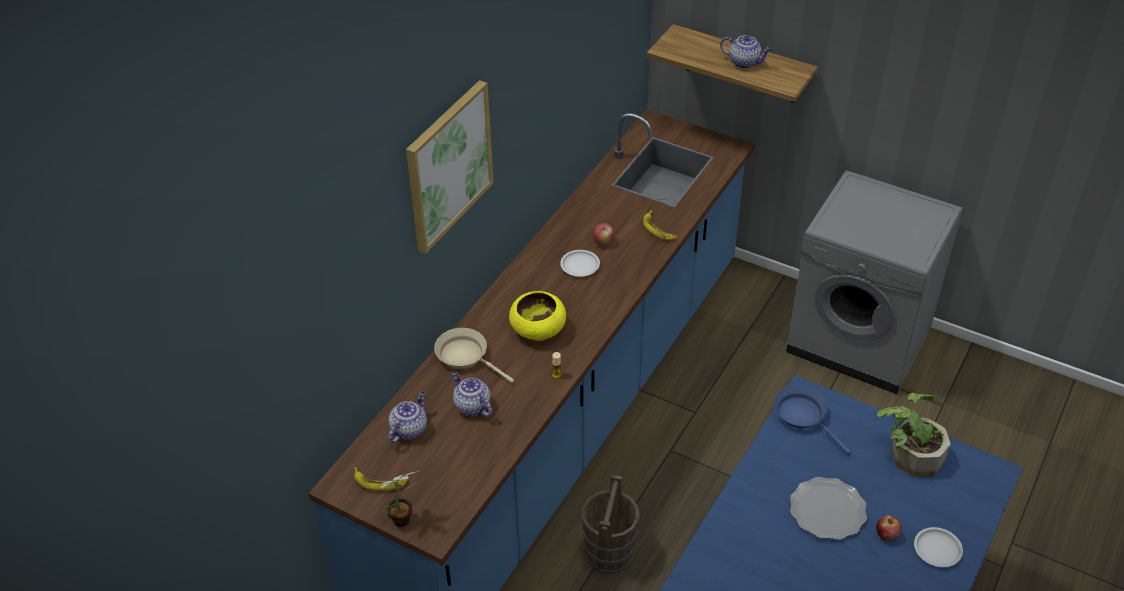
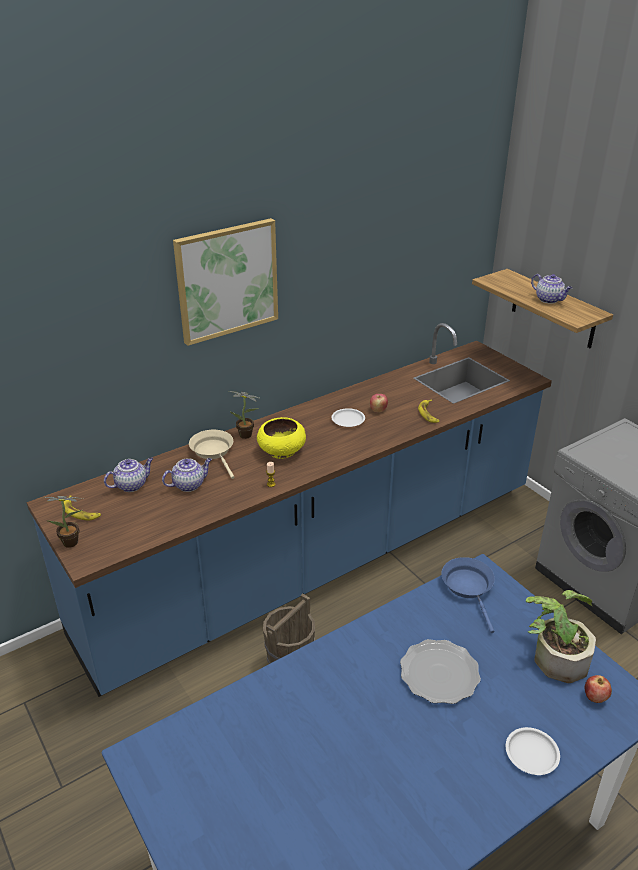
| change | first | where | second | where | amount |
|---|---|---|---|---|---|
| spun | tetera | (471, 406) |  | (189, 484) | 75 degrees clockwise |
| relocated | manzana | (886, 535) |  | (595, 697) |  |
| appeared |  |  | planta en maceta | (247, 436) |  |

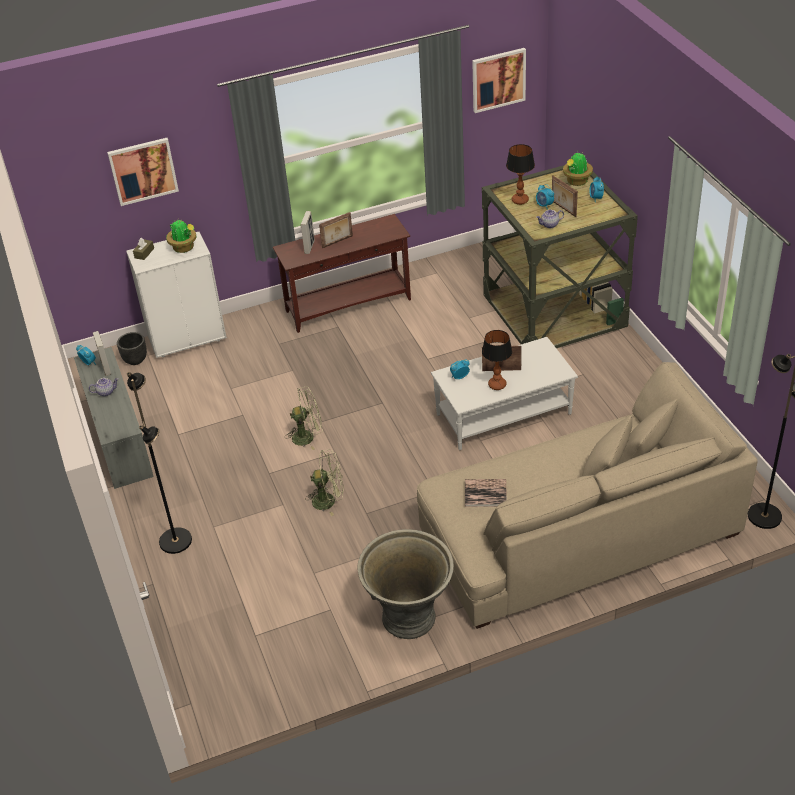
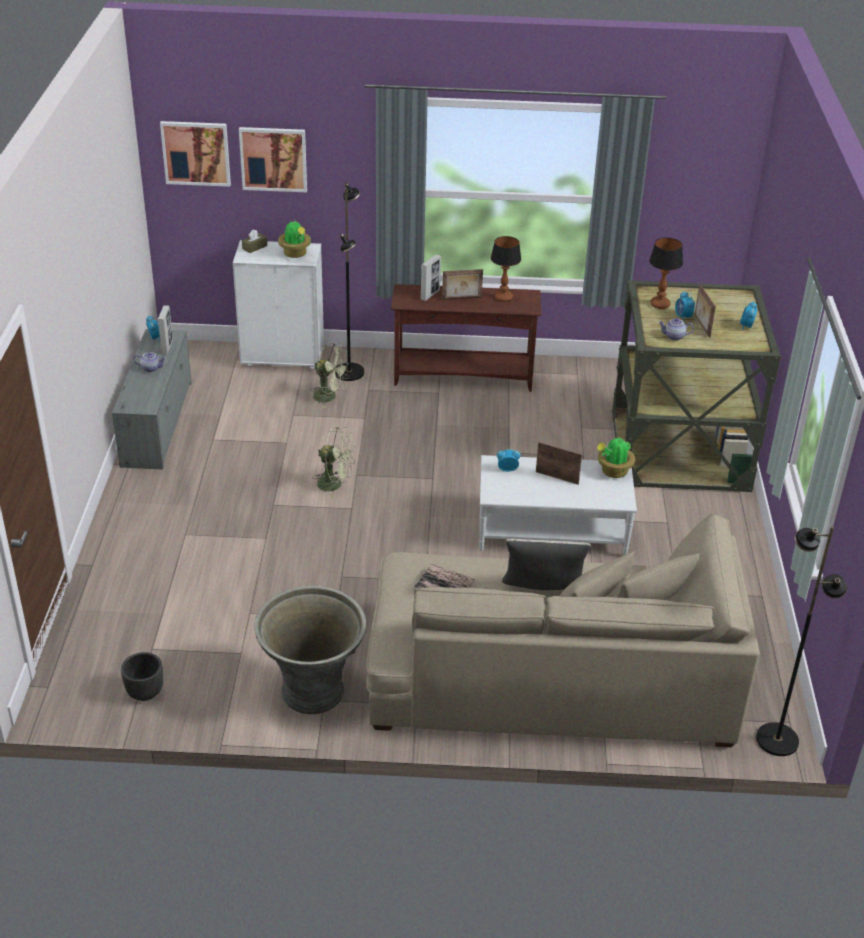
| change | first | where | second | where | amount |
|---|---|---|---|---|---|
| relocated | maceta [negro] | (135, 360) |  | (144, 692) |  |
| relocated | lámpara de pie [negro] | (176, 541) |  | (349, 372) |  |
| relocated | ventilador [verde] | (329, 500) |  | (330, 397) |  |
| relocated | cuadro | (498, 79) |  | (196, 153) |  |
| relocated | lámpara de mesa | (497, 385) |  | (503, 298) |  |
| relocated | planta en maceta | (576, 181) |  | (613, 472) |  |
| appeared |  |  | cojín [beis] | (542, 591) |  |

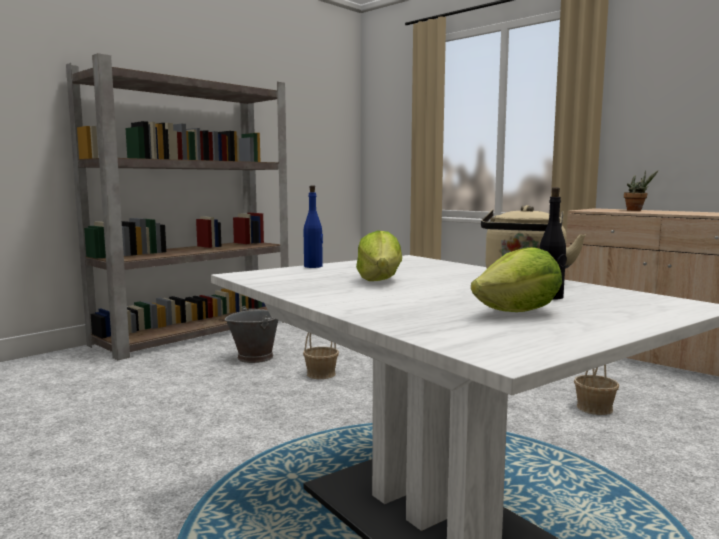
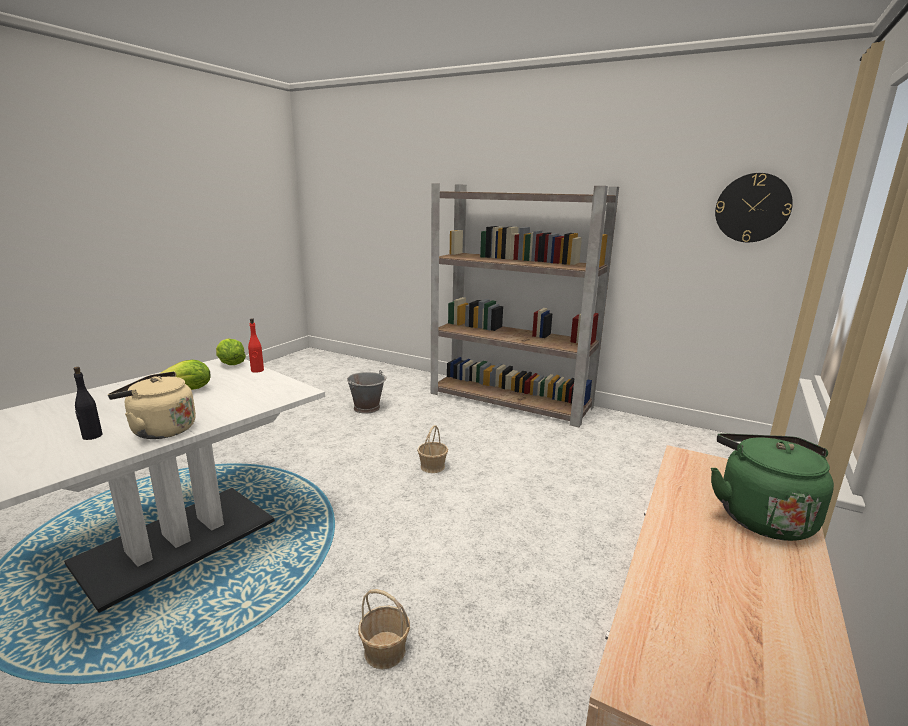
| change | first | where | second | where | amount |
|---|---|---|---|---|---|
| relocated | cubo [gris] | (255, 357) |  | (367, 408) |  |
| colour | botella [azul] | (313, 266) | botella [rojo] | (257, 370) |  |
| relocated | lechuga | (518, 312) |  | (230, 364) |  |
| exchanged | planta en maceta | (636, 210) | hervidor [verde] | (760, 515) |  |
| appeared |  |  | reloj de pared | (752, 208) |  |

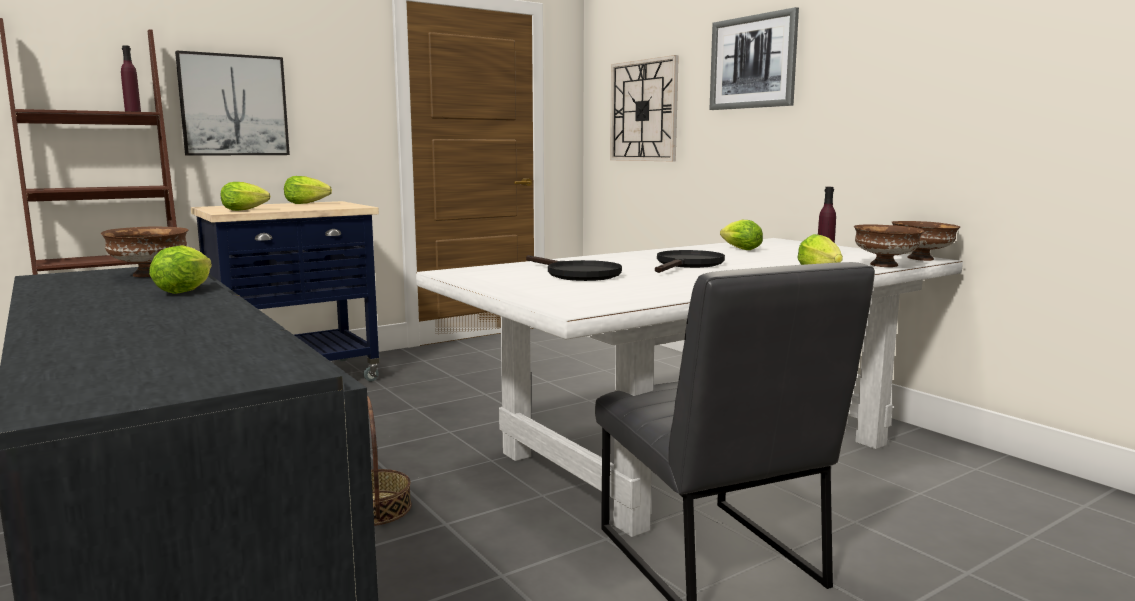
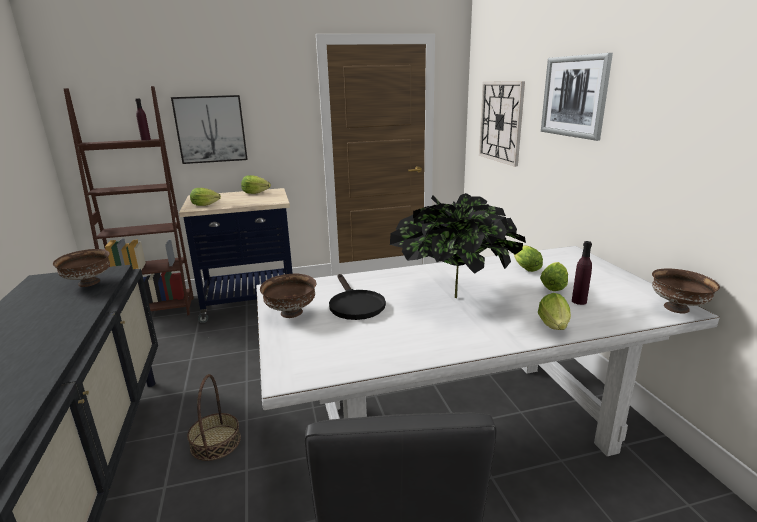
| change | first | where | second | where | amount |
|---|---|---|---|---|---|
| relocated | lechuga | (187, 290) |  | (554, 286) |  |
| exchanged | sartén [negro] | (687, 265) | planta en maceta | (453, 296) |  |
| relocated | cuenco [marrón] | (885, 265) |  | (291, 313) |  |

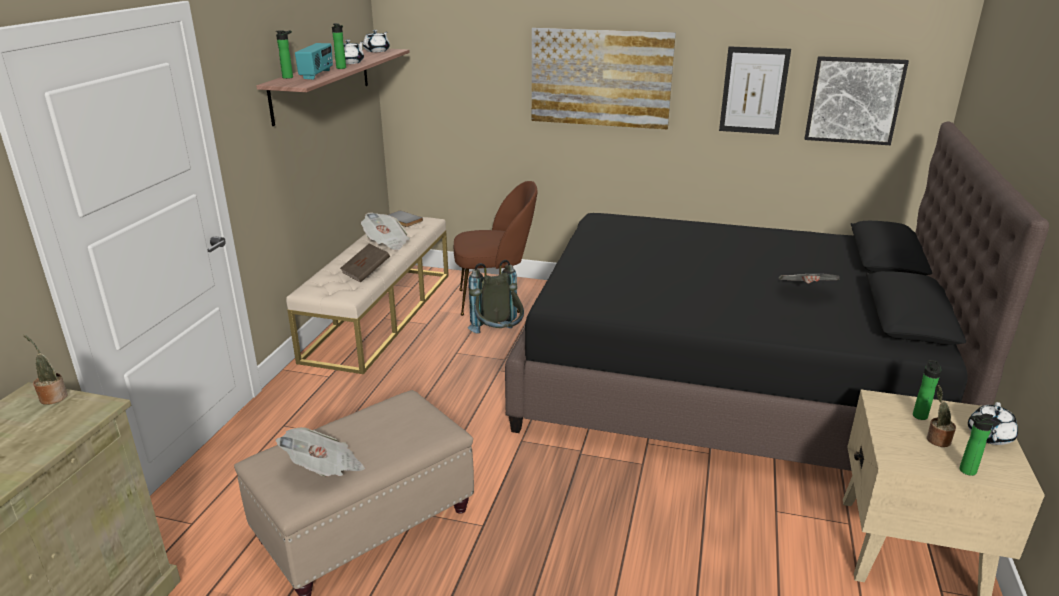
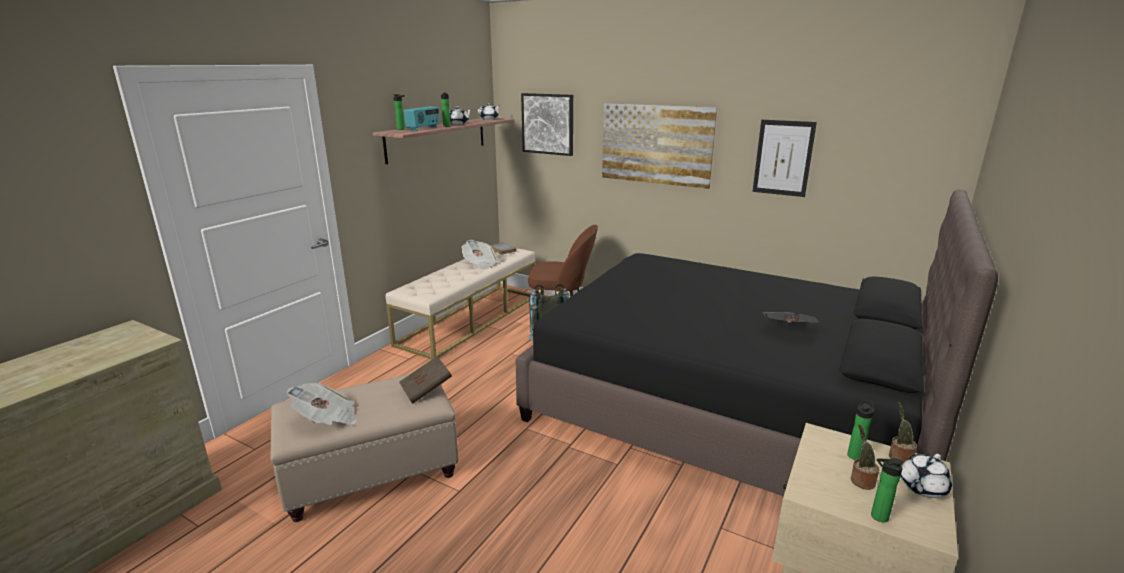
| change | first | where | second | where | amount |
|---|---|---|---|---|---|
| relocated | planta en maceta | (52, 397) |  | (898, 457) |  |
| relocated | libro [marrón] | (366, 272) |  | (426, 390) |  |
| relocated | cuadro | (854, 100) |  | (548, 124) |  |

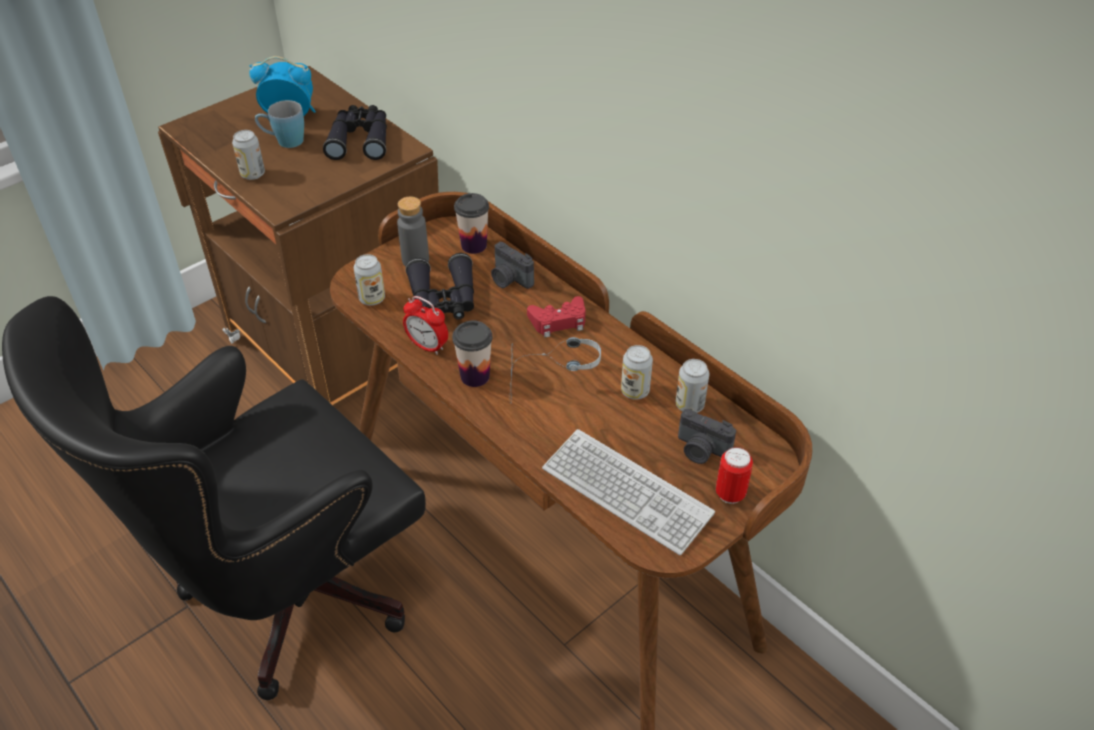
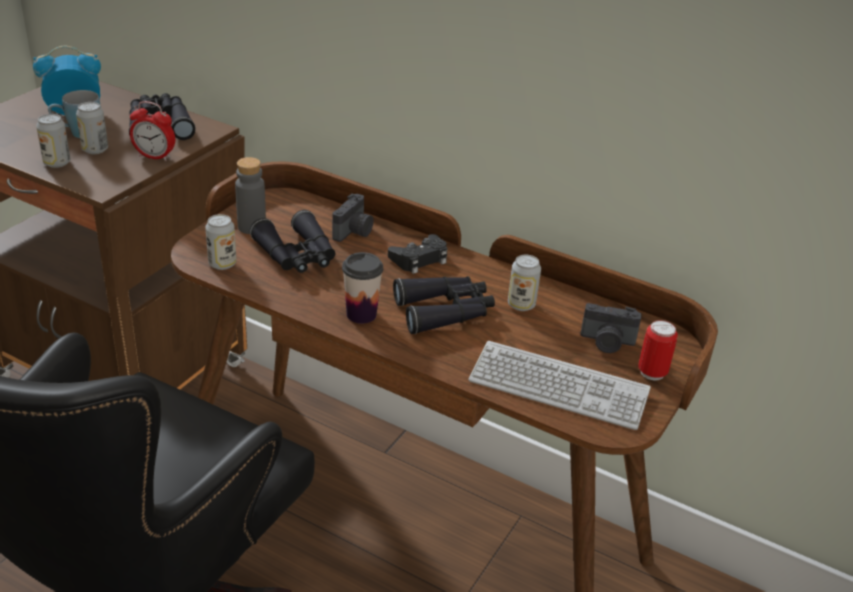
| change | first | where | second | where | amount |
|---|---|---|---|---|---|
| relocated | despertador | (427, 346) |  | (155, 157) |  |
| missing | taza | (474, 245) |  |  |  |
| spun | cámara | (509, 279) |  | (354, 232) | 90 degrees counterclockwise |
| exchanged | auriculares | (555, 386) | prismáticos [negro] | (445, 312) |  |
| colour | mando de consola [rojo] | (558, 321) | mando de consola [negro] | (419, 259) |  |
| relocated | lata | (689, 405) |  | (95, 150) |  |

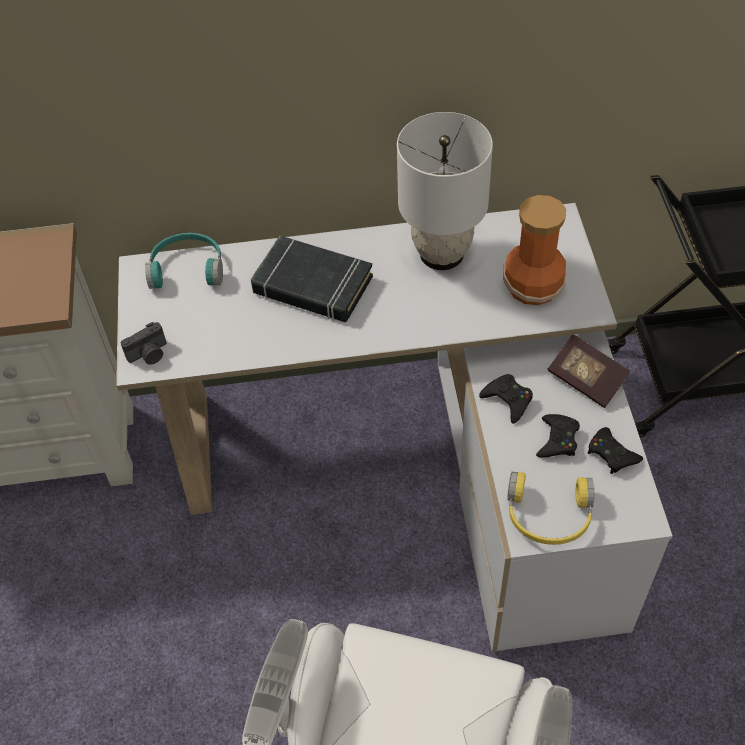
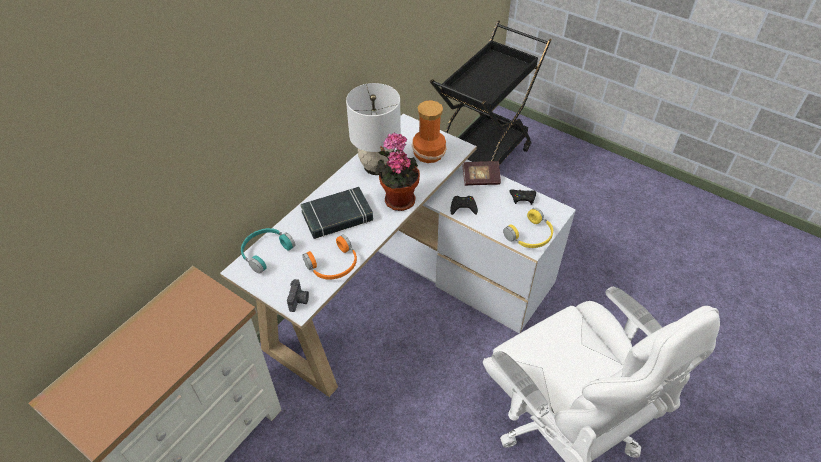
| change | first | where | second | where | amount |
|---|---|---|---|---|---|
| missing | mando de consola [negro] | (557, 440) |  |  |  |
| appeared |  |  | auriculares [naranja] | (334, 265) |  |
| appeared |  |  | planta en maceta | (398, 199) |  |

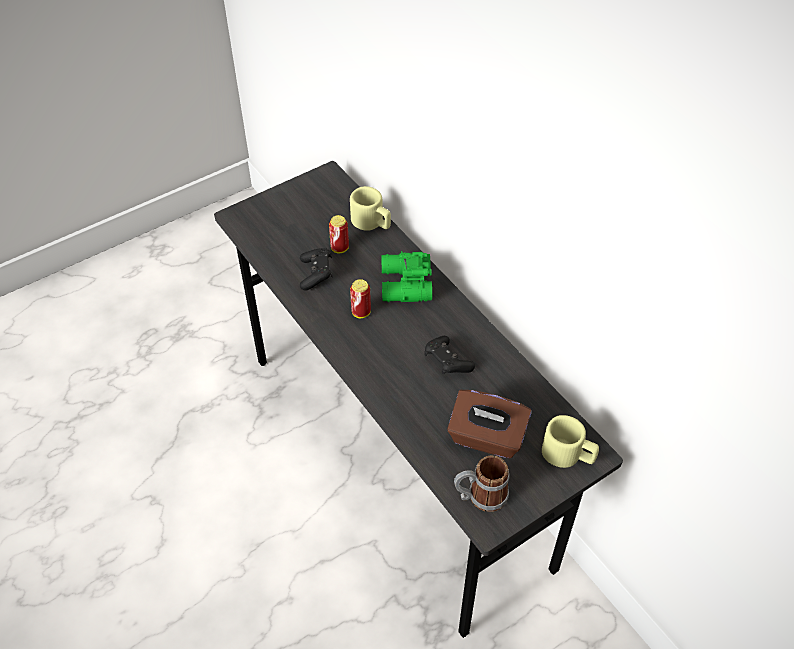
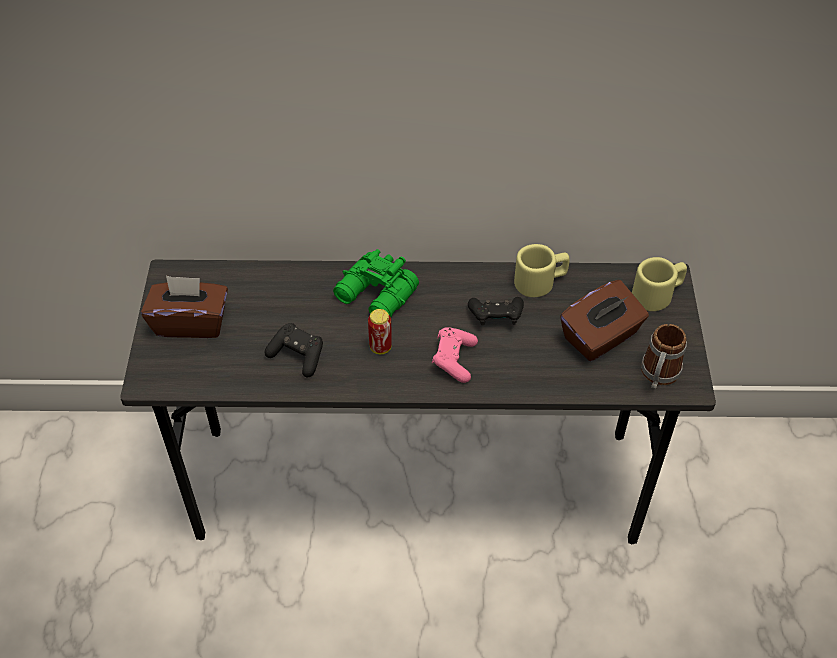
| change | first | where | second | where | amount |
|---|---|---|---|---|---|
| missing | lata | (339, 248) |  |  |  |
| relocated | taza grande [beis] | (372, 222) |  | (540, 281) |  |
| appeared |  |  | caja de pañuelos [marrón] | (191, 322) |  |
| appeared |  |  | mando de consola [rosa] | (454, 360) |  |

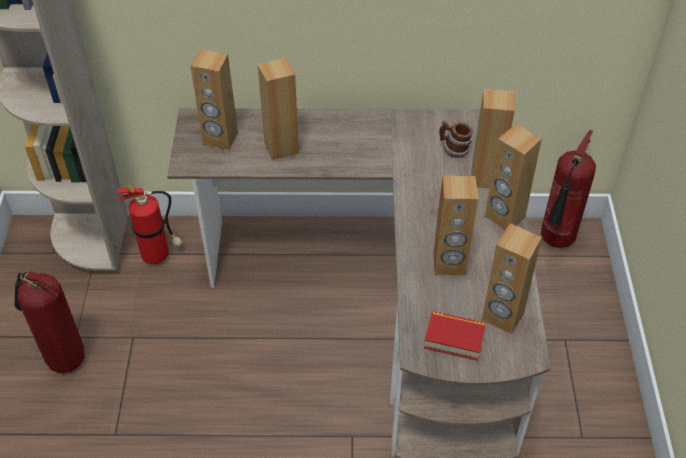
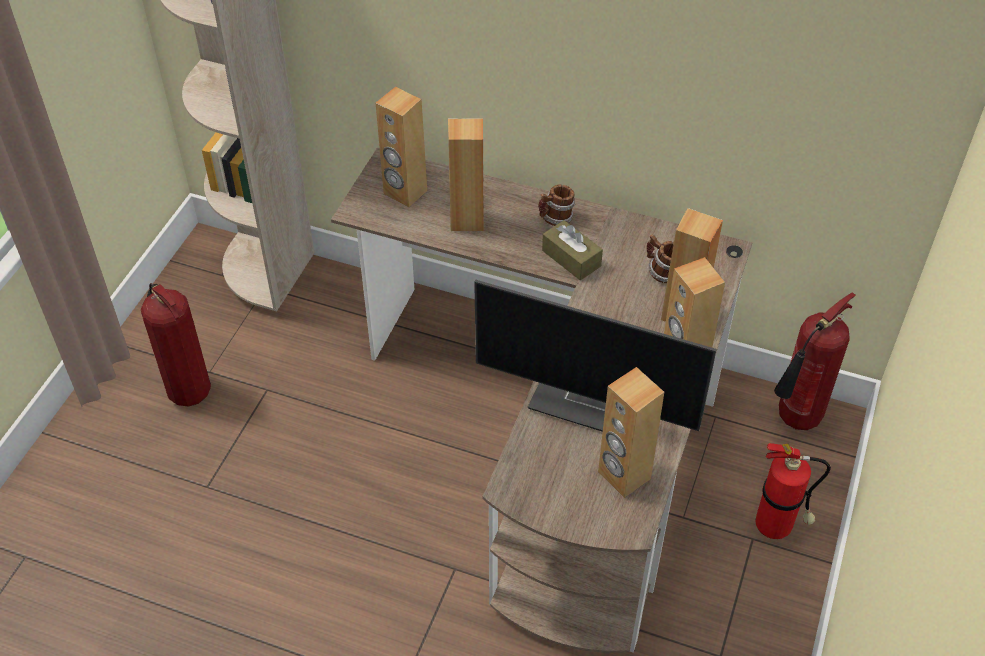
| change | first | where | second | where | amount |
|---|---|---|---|---|---|
| relocated | extintor | (159, 256) |  | (777, 527) |  |
| missing | libro | (454, 338) |  |  |  |
| exchanged | altavoz [marrón] | (449, 264) | monitor | (592, 400) |  |
| appeared |  |  | taza grande | (555, 219) |  |
| appeared |  |  | caja de pañuelos [marrón] | (571, 258) |  |

